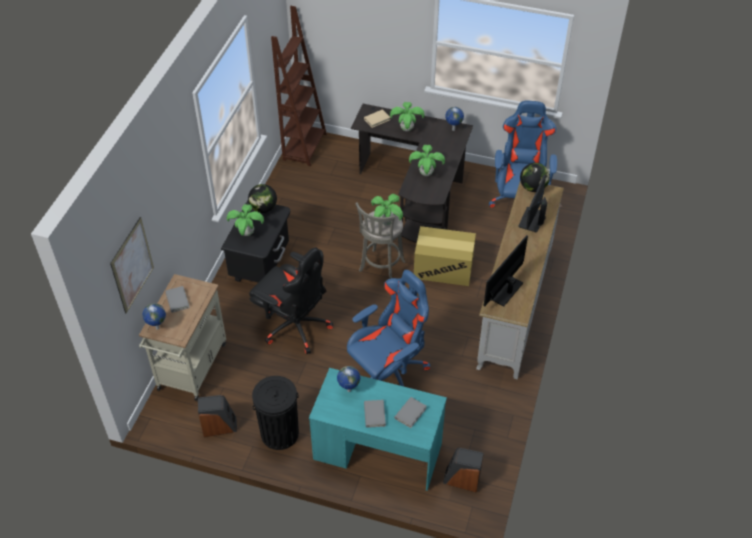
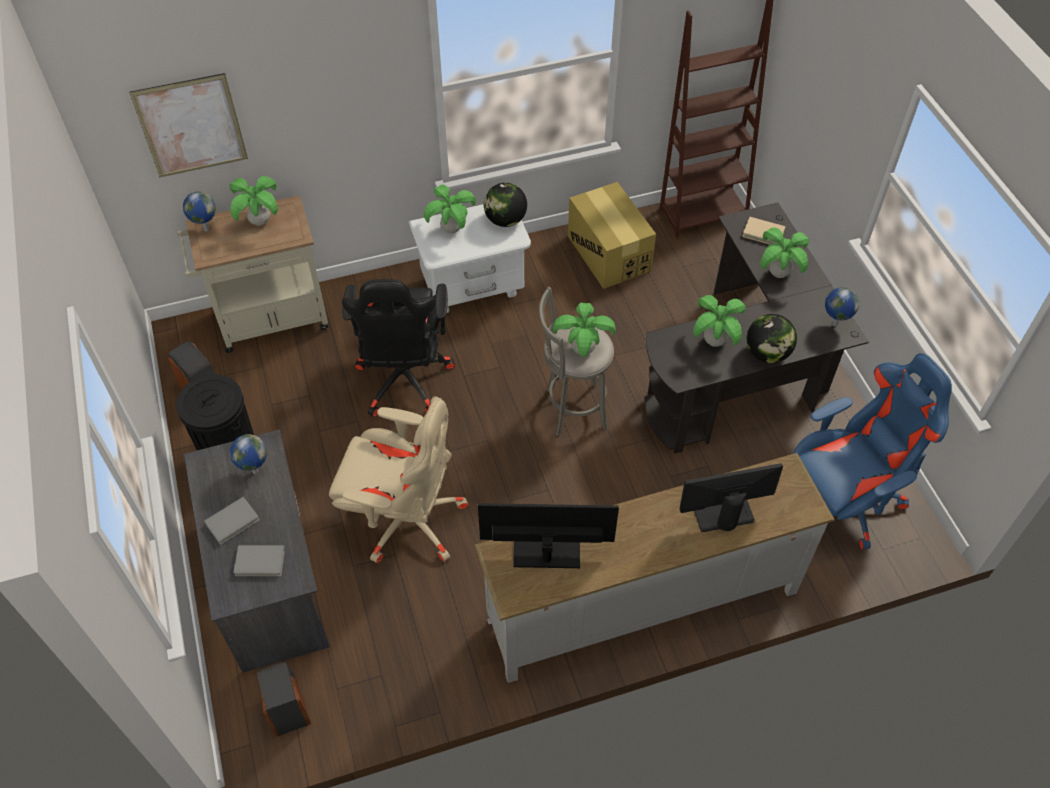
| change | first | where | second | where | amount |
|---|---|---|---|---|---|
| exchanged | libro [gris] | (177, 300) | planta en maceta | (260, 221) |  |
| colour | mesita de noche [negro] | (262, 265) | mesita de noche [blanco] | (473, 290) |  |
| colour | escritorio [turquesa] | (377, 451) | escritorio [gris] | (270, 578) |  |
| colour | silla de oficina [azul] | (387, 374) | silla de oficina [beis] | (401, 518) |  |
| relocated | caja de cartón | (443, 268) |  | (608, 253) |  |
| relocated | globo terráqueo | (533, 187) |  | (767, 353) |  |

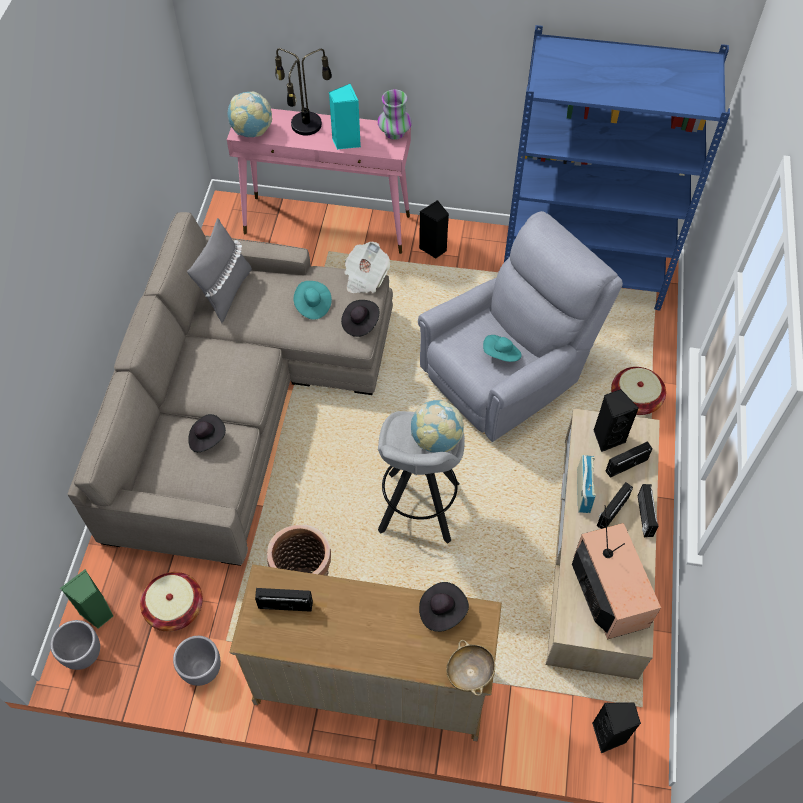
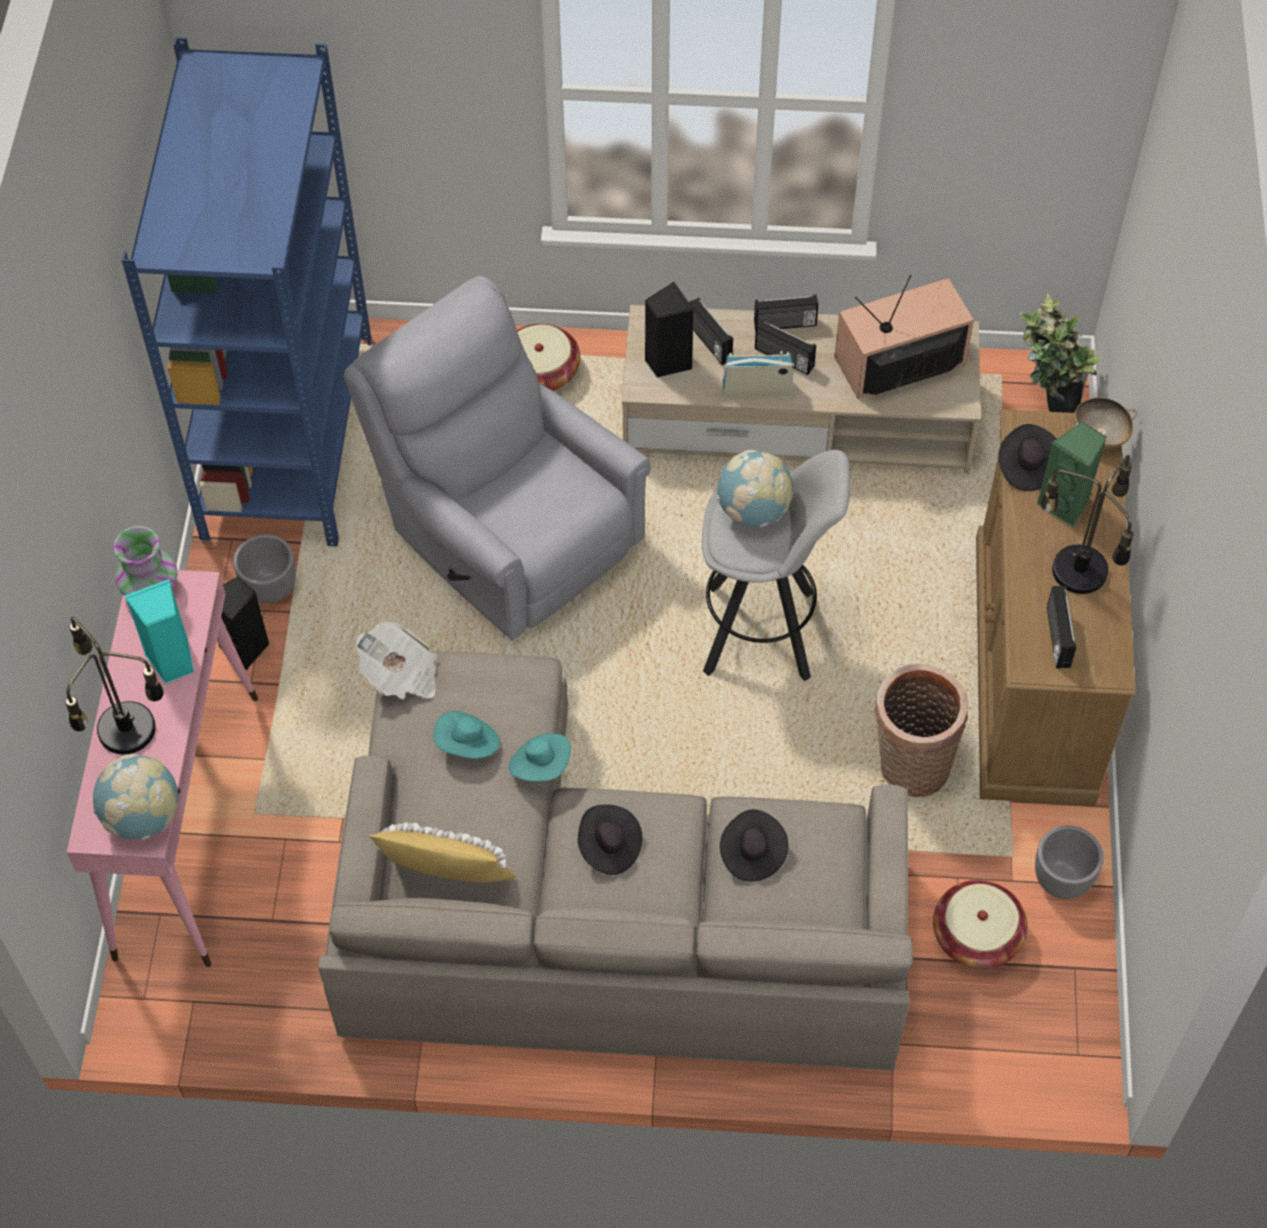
| change | first | where | second | where | amount |
|---|---|---|---|---|---|
| relocated | maceta [gris] | (84, 654) |  | (270, 588) |  |
| relocated | altavoz [verde] | (97, 613) |  | (1066, 504) |  |
| colour | cojín [gris] | (226, 292) | cojín [amarillo] | (447, 883) |  |
| relocated | sombrero [negro] | (360, 323) |  | (609, 847) |  |
| relocated | sombrero [turquesa] | (501, 355) |  | (541, 765) |  |
| exchanged | altavoz [negro] | (609, 735) | planta en maceta | (1044, 408) |  |
| appeared |  |  | lámpara de mesa | (1080, 570) |  |

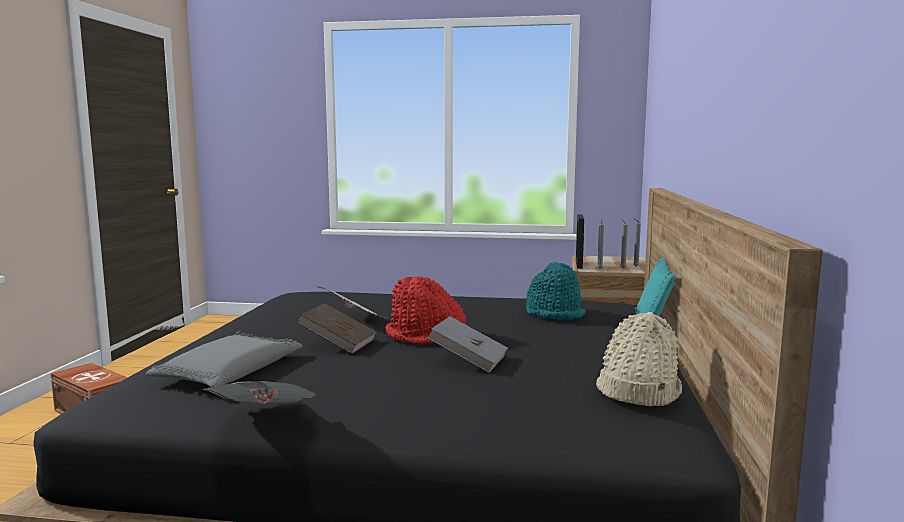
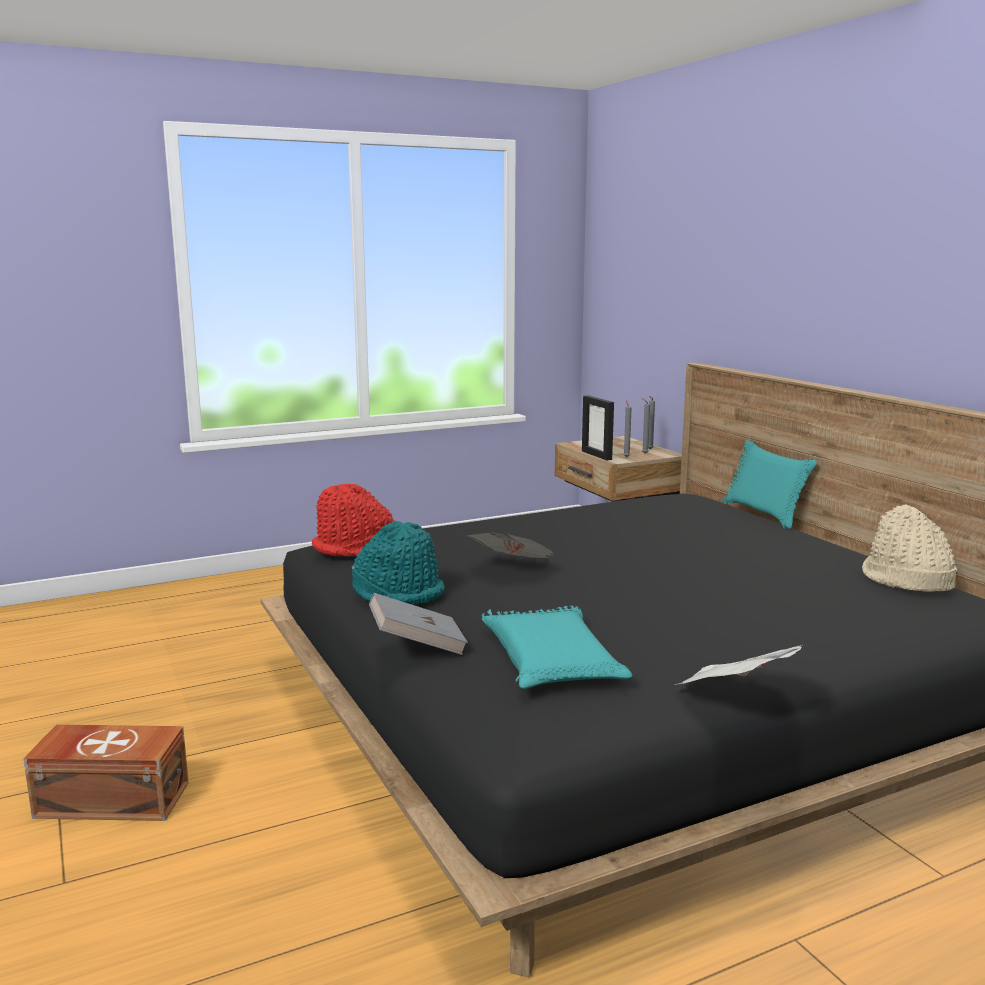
| change | first | where | second | where | amount |
|---|---|---|---|---|---|
| colour | cojín [gris] | (229, 369) | cojín [turquesa] | (551, 658) |  |
| missing | libro [marrón] | (338, 344) |  |  |  |
| relocated | sombrero [rojo] | (425, 336) |  | (355, 547) |  |
| relocated | libro [gris] | (468, 361) |  | (417, 645) |  |
| relocated | sombrero [turquesa] | (555, 313) |  | (399, 592) |  |

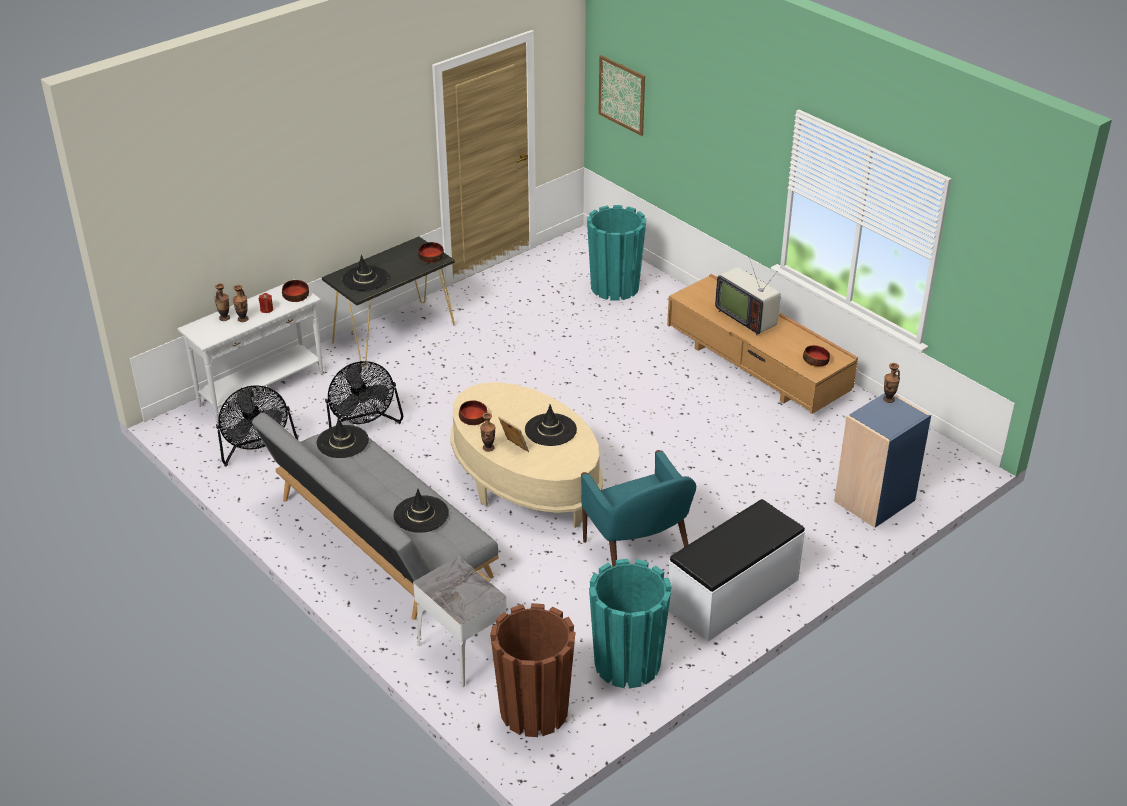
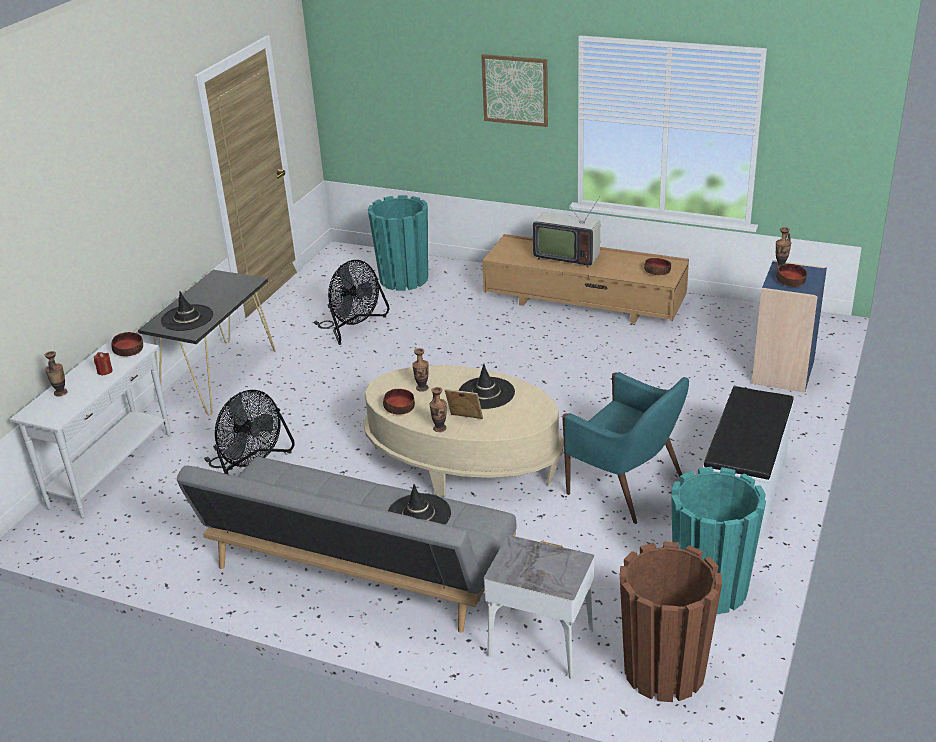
| change | first | where | second | where | amount |
|---|---|---|---|---|---|
| relocated | ventilador [negro] | (254, 448) |  | (351, 327) |  |
| relocated | florero | (243, 319) |  | (422, 388) |  |
| missing | sombrero [negro] | (342, 442) |  |  |  |
| relocated | cuenco | (431, 257) |  | (790, 281) |  |
| relocated | cuadro | (622, 94) |  | (515, 89) |  |

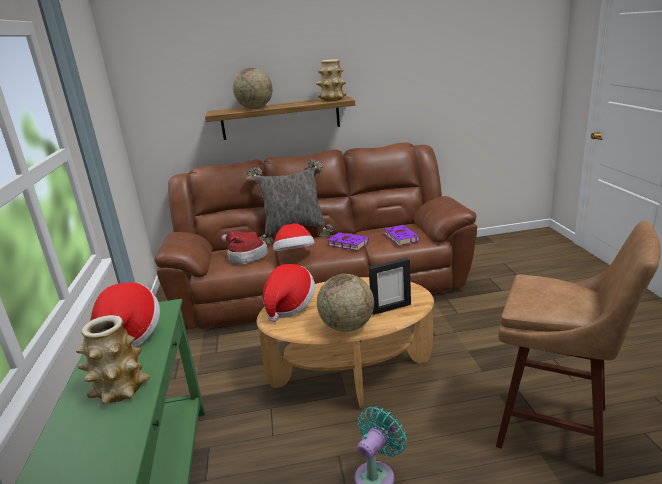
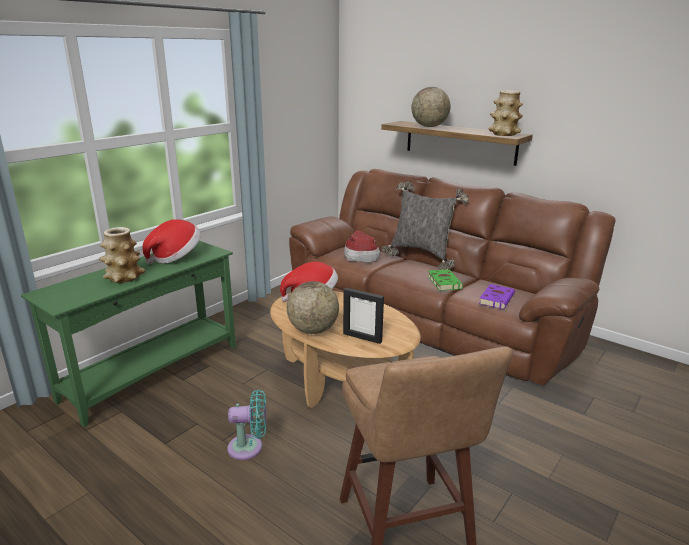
| change | first | where | second | where | amount |
|---|---|---|---|---|---|
| missing | sombrero | (295, 255) |  |  |  |
| colour | libro [morado] | (347, 243) | libro [verde] | (443, 282) |  |

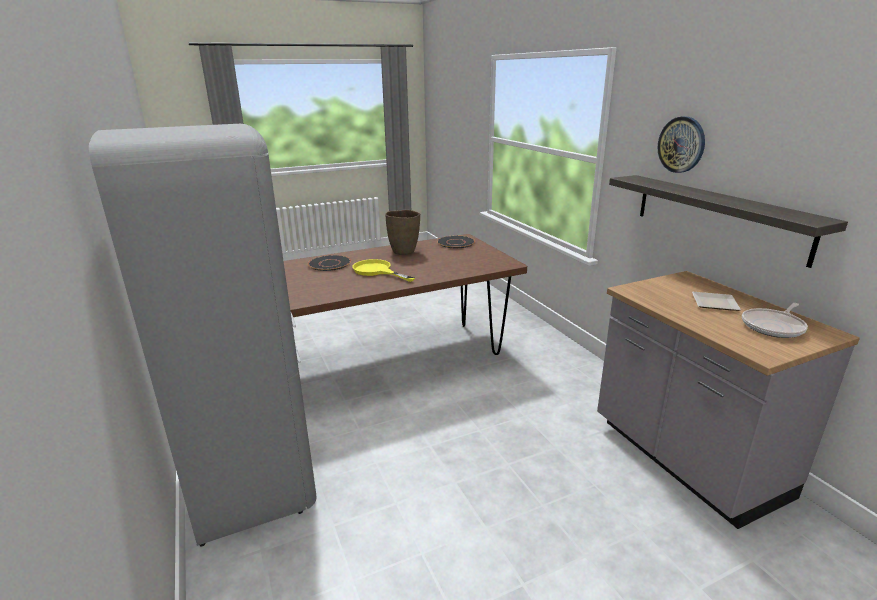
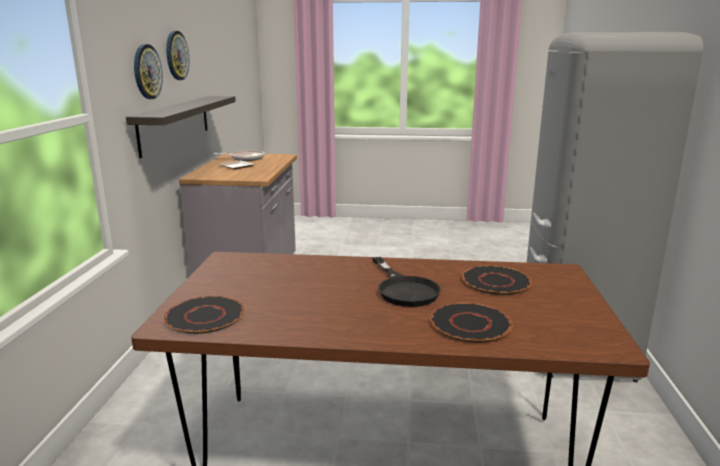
| change | first | where | second | where | amount |
|---|---|---|---|---|---|
| colour | sartén [amarillo] | (377, 271) | sartén [negro] | (404, 289) |  |
| missing | florero [marrón] | (404, 252) |  |  |  |
| appeared |  |  | reloj de pared | (176, 55) |  |
| appeared |  |  | plato [negro] | (496, 281) |  |

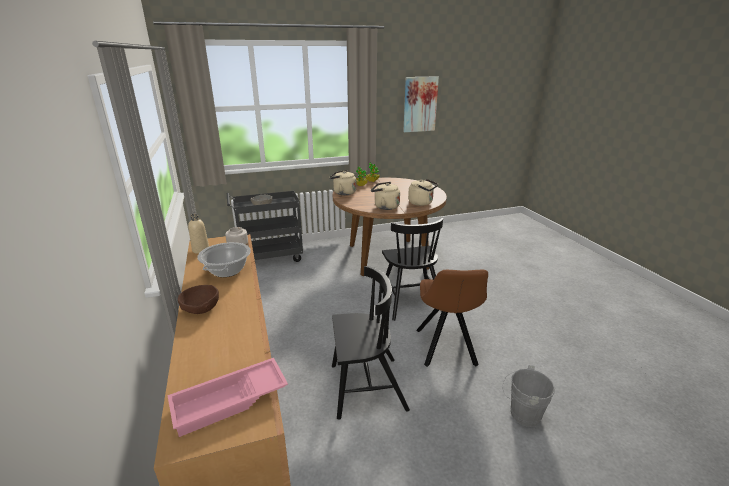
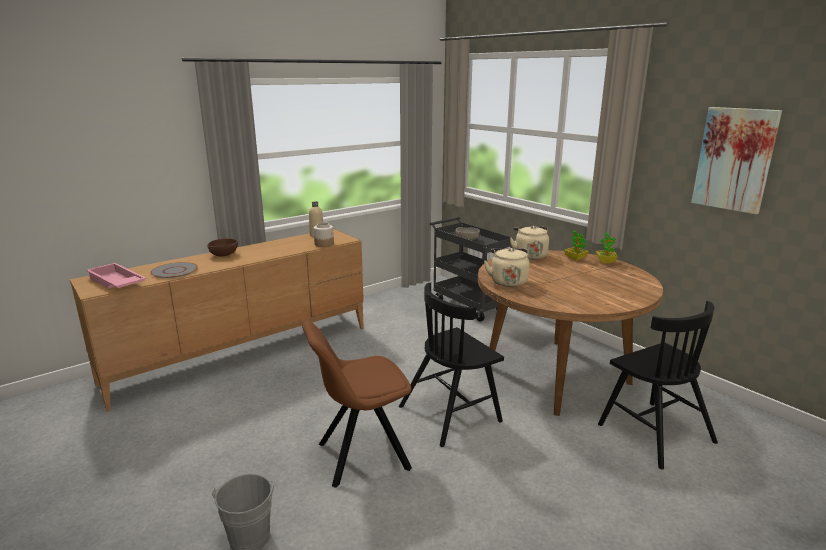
| change | first | where | second | where | amount |
|---|---|---|---|---|---|
| missing | olla | (227, 270) |  |  |  |
| relocated | silla [negro] | (362, 387) |  | (650, 429) |  |
| missing | hervidor [beis] | (422, 203) |  |  |  |
| appeared |  |  | plato [gris] | (174, 271) |  |

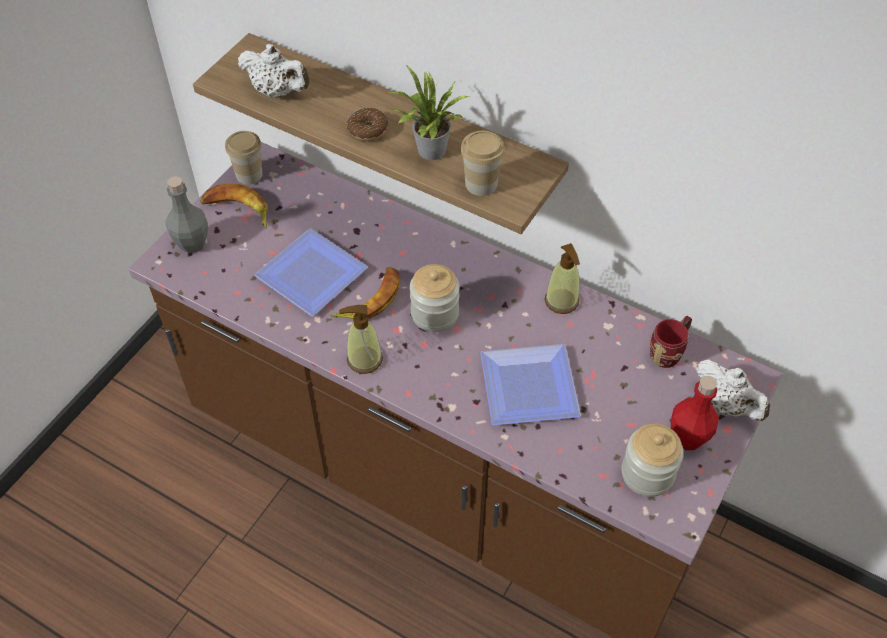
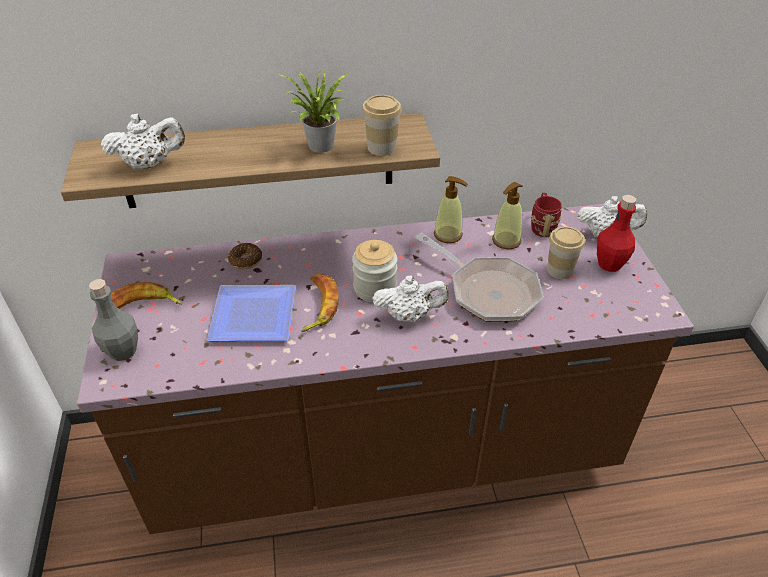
| change | first | where | second | where | amount |
|---|---|---|---|---|---|
| relocated | taza | (249, 174) |  | (559, 270) |  |
| relocated | dispensador de jabón | (364, 359) |  | (506, 241) |  |
| relocated | rosquilla | (368, 129) |  | (246, 260) |  |
| exchanged | plato | (531, 384) | sartén | (487, 291) |  |
| missing | tarro | (647, 474) |  |  |  |
| appeared |  |  | tetera [blanco] | (409, 315) |  |

